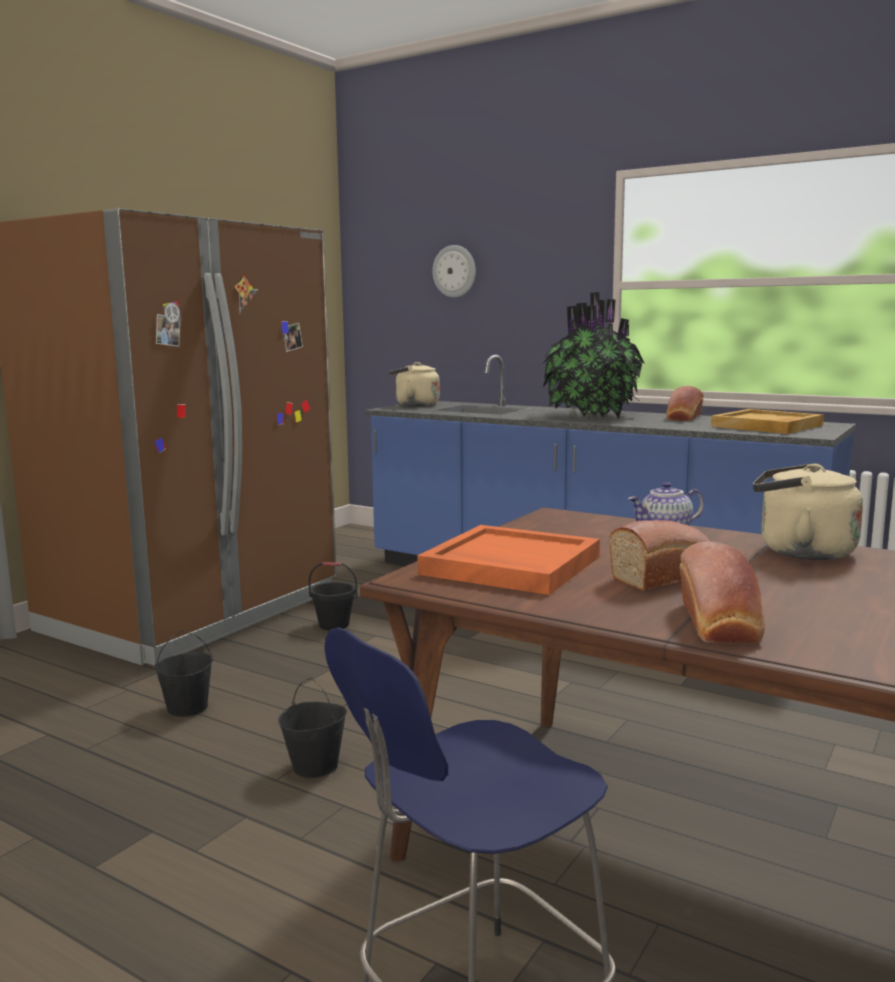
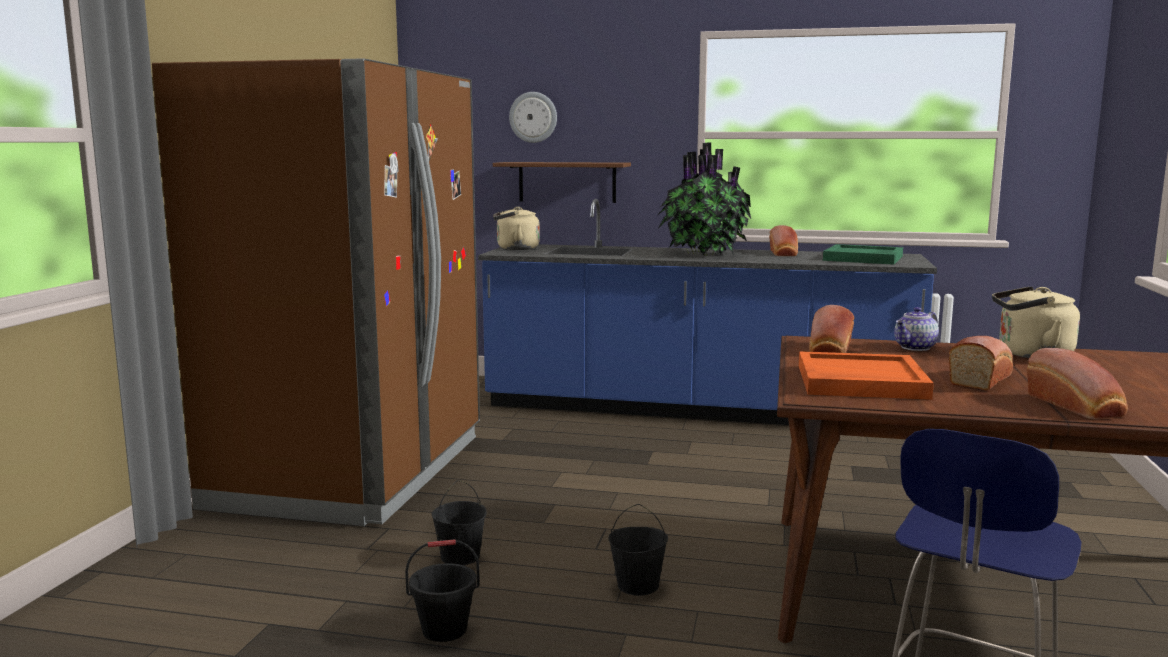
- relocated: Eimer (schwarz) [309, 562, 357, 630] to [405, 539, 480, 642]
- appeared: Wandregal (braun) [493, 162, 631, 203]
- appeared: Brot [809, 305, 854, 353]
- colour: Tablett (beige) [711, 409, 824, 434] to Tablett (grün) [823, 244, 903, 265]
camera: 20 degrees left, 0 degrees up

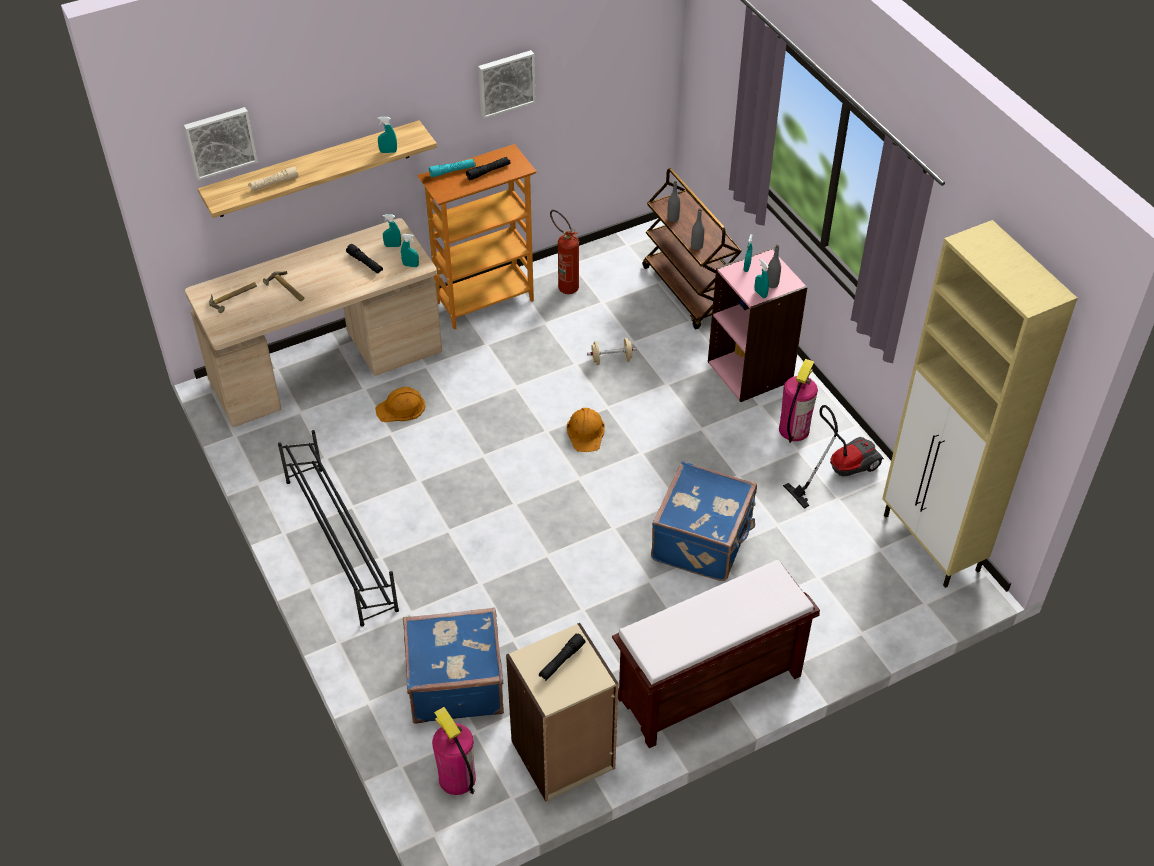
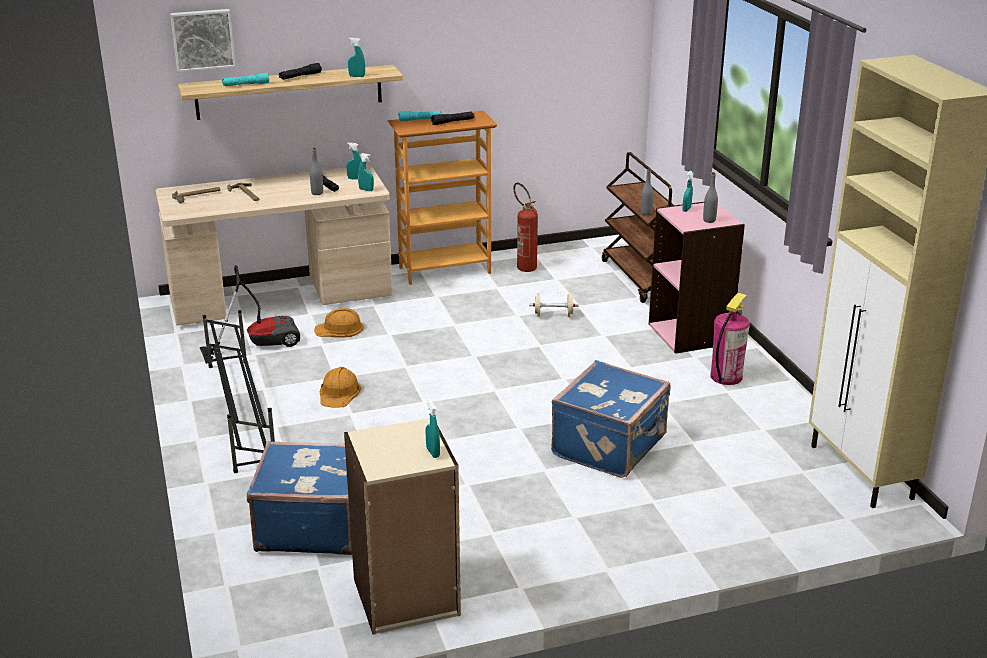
- relocated: Staubsauger [783, 405, 884, 509] to [200, 265, 300, 364]
- colour: Taschenlampe (beige) [248, 166, 299, 191] to Taschenlampe (türkis) [222, 73, 269, 86]
- relocated: Taschenlampe (schwarz) [539, 634, 585, 681] to [279, 63, 322, 80]
- relocated: Flasche (grau) [667, 181, 680, 222] to [310, 148, 323, 195]
- relocated: Schutzhelm (orange) [567, 408, 605, 452] to [320, 367, 361, 407]
- relocated: Sprühflasche (türkis) [755, 259, 769, 298] to [426, 398, 440, 458]
- missing: Feuerlöscher [432, 707, 476, 795]
- missing: Bild [478, 50, 536, 119]
- missing: Bank (braun) [612, 560, 820, 748]
camera: 10 degrees right, 20 degrees down

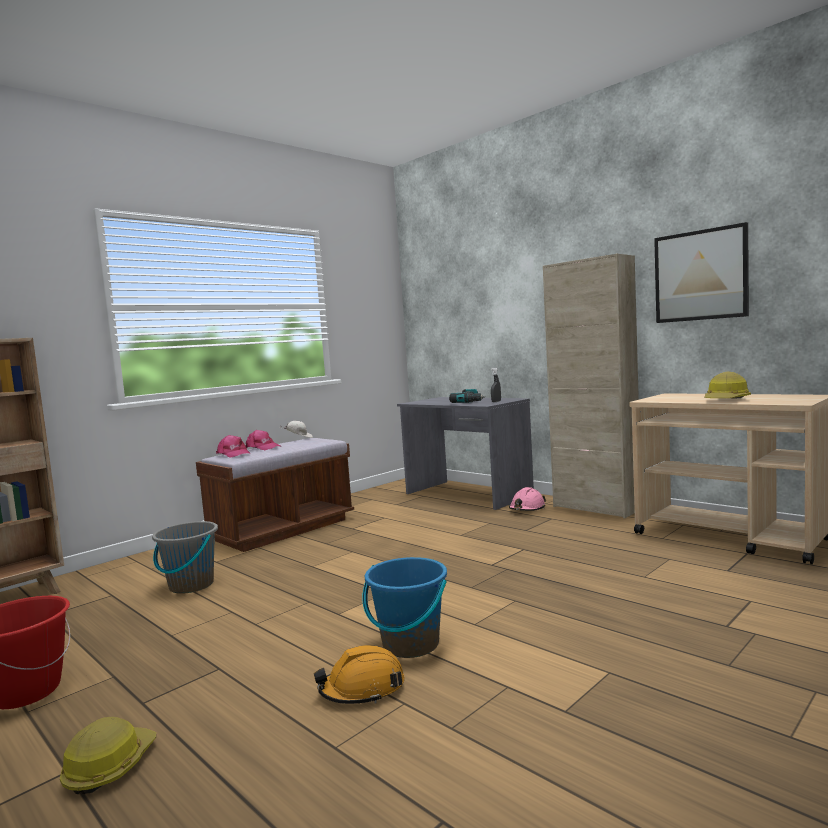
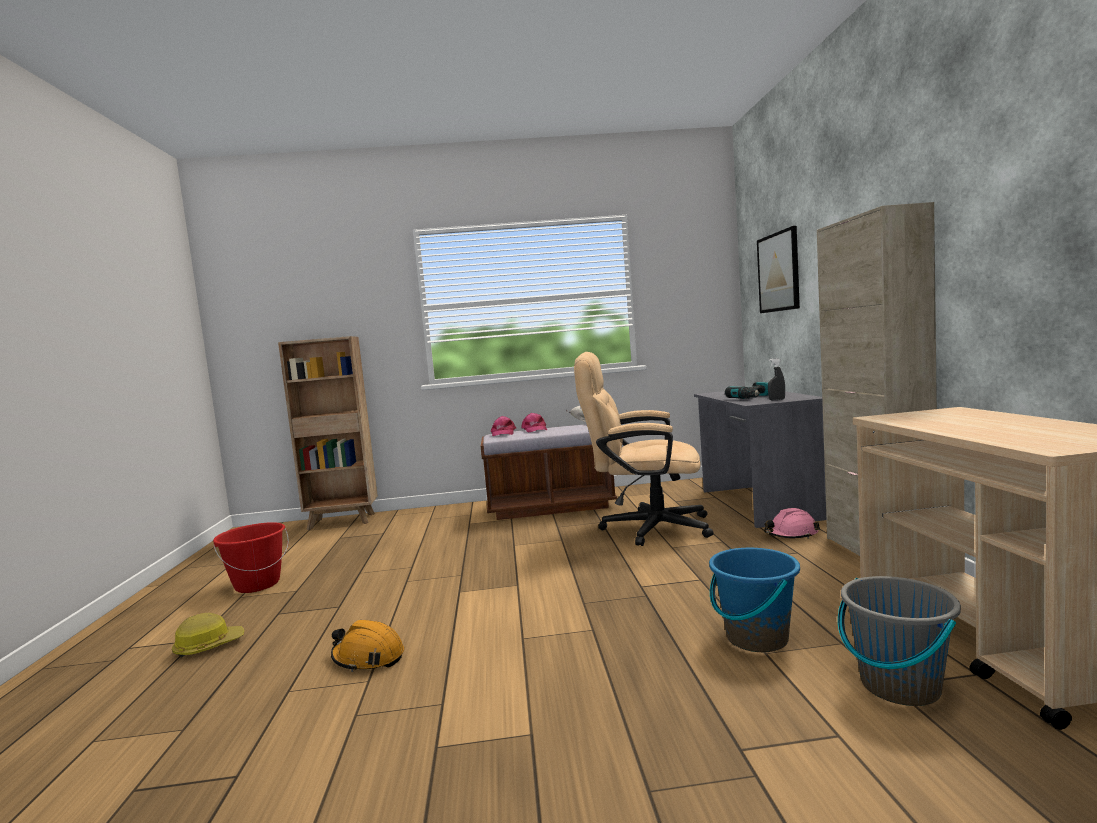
- appeared: Bürostuhl (beige) [574, 352, 714, 546]
- relocated: Eimer (blau) [362, 557, 447, 658] to [709, 548, 800, 652]
- relocated: Bild [654, 222, 749, 323] to [757, 226, 800, 313]
- relocated: Eimer (grau) [152, 521, 218, 594] to [838, 576, 961, 706]
- missing: Schutzhelm [704, 372, 751, 398]
camera: 40 degrees right, 0 degrees up

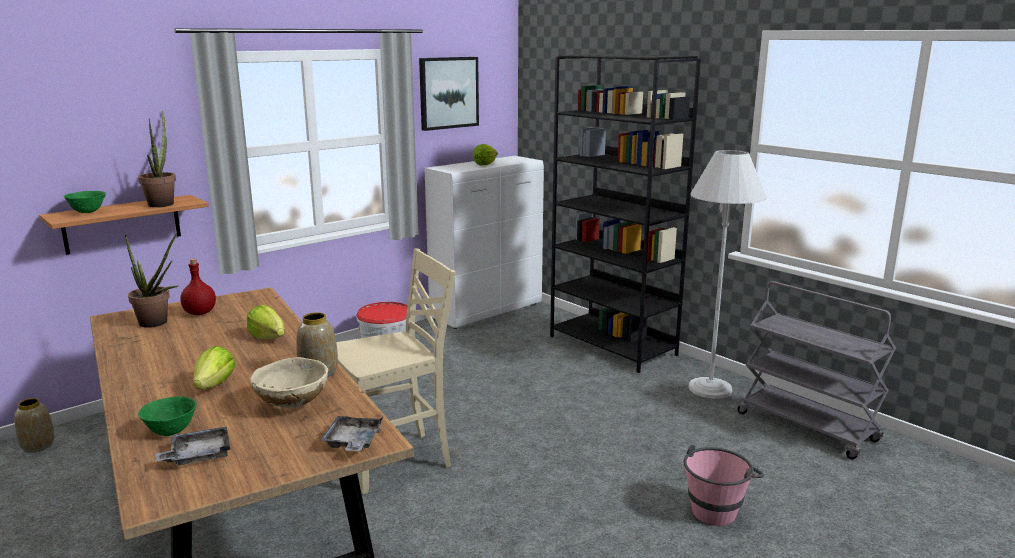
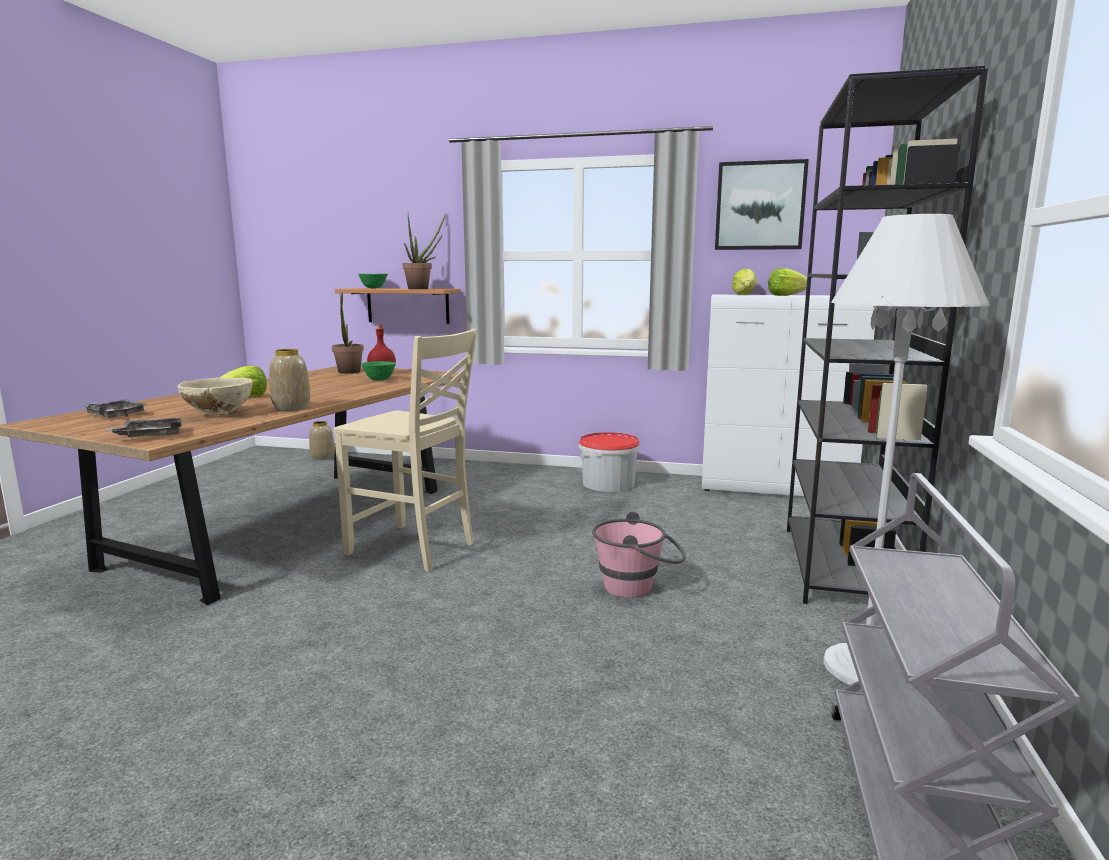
- relocated: Schüssel (grün) [138, 396, 197, 436] to [361, 361, 396, 381]
- relocated: Eimer (rosa) [684, 445, 764, 526] to [592, 511, 686, 598]
- relocated: Salatkopf [247, 305, 285, 340] to [732, 268, 757, 295]
camera: 55 degrees right, 5 degrees down

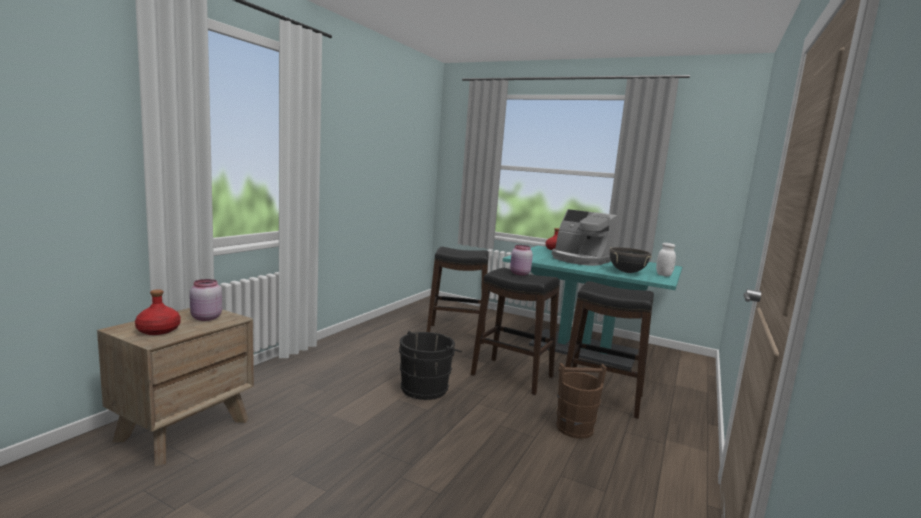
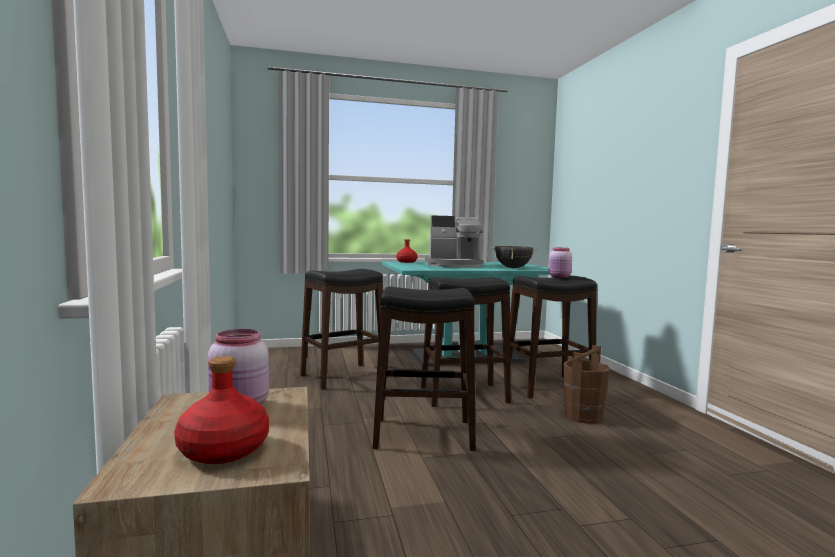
- exchanged: Eimer (schwarz) [399, 331, 462, 400] to Hocker (schwarz) [373, 286, 476, 451]
- relocated: Vorratsglas (rosa) [510, 245, 533, 275] to [549, 247, 572, 278]
- missing: Vorratsglas (weiß) [656, 243, 676, 277]
camera: 40 degrees left, 5 degrees down

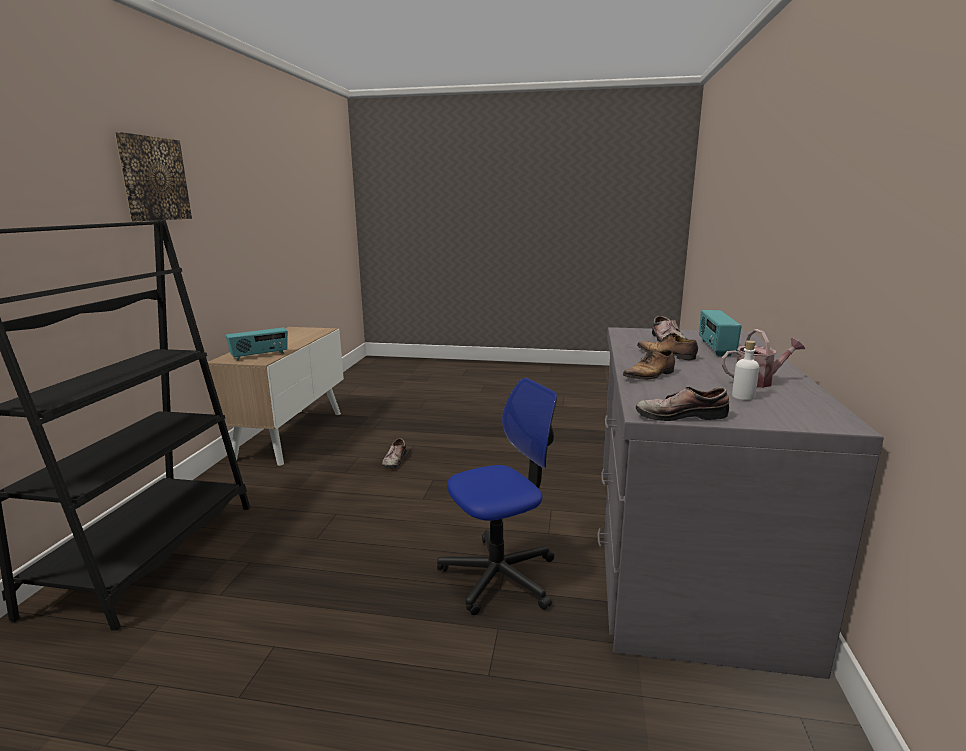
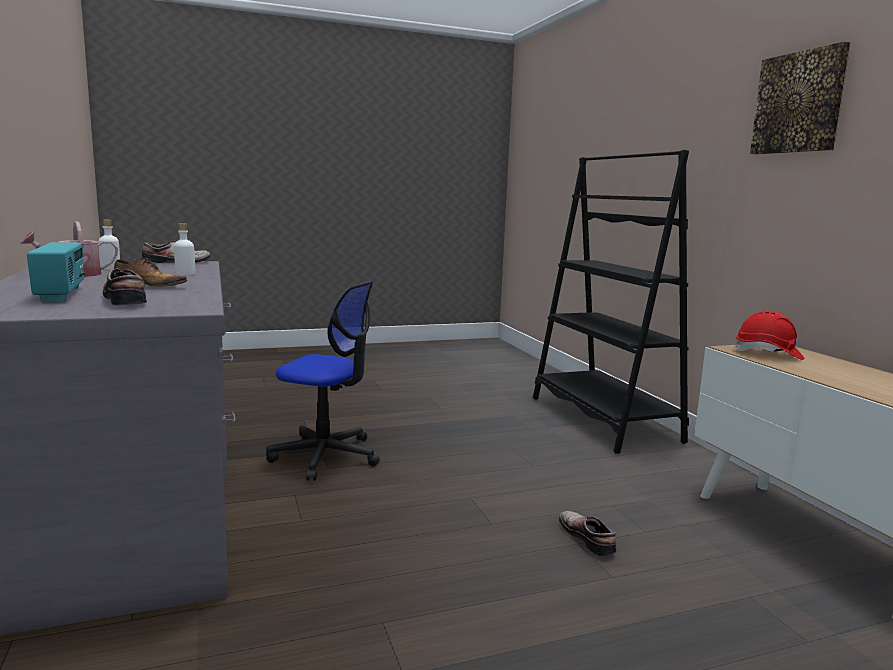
- exchanged: Schuh [622, 349, 675, 380] to Flasche (weiß) [174, 224, 196, 275]
- spun: Bürostuhl [437, 378, 557, 615] = [266, 281, 380, 481] 105 degrees counterclockwise
- exchanged: Radio [226, 328, 288, 361] to Schutzhelm (rot) [734, 311, 804, 360]
camera: 150 degrees right, 5 degrees down

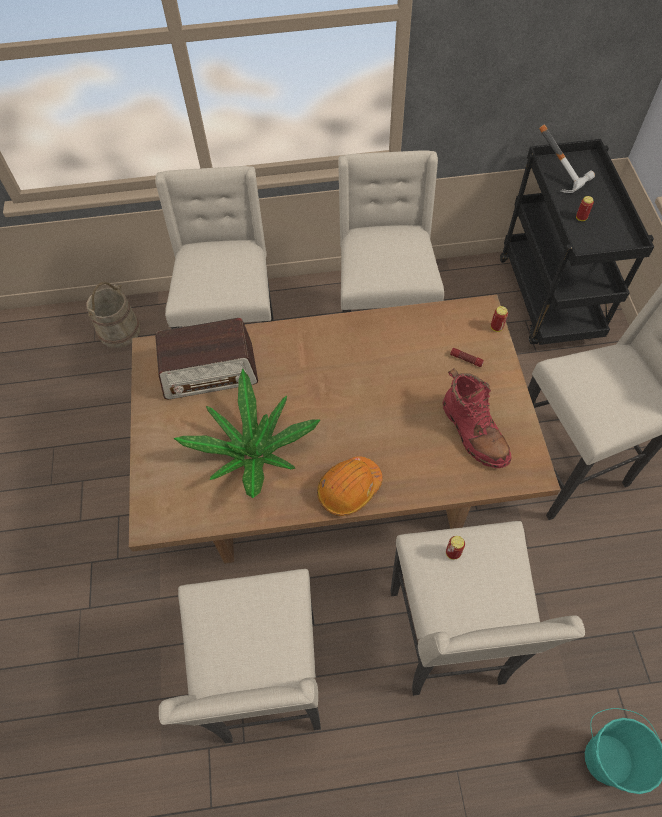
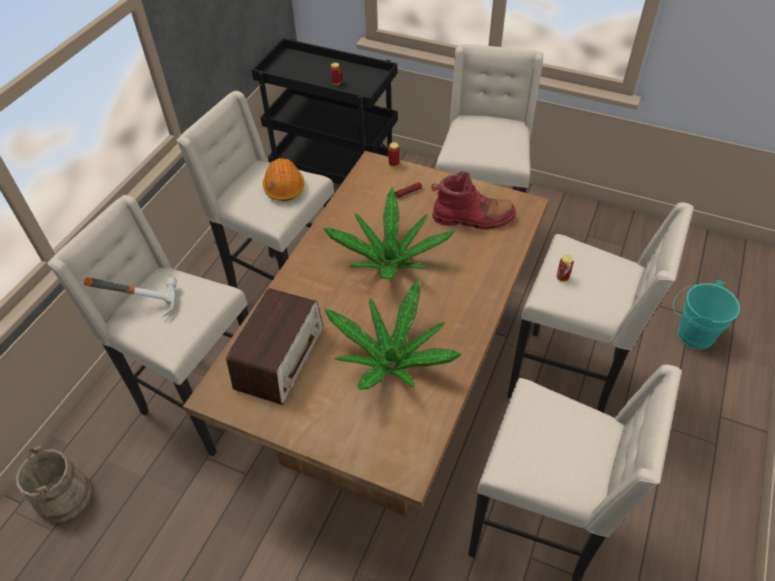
- relocated: Hammer [539, 124, 595, 193] to [84, 277, 177, 318]
- relocated: Schutzhelm (orange) [317, 456, 383, 516] to [263, 158, 304, 201]
- appeared: Topfpflanze [324, 188, 455, 279]
camera: 60 degrees left, 10 degrees down

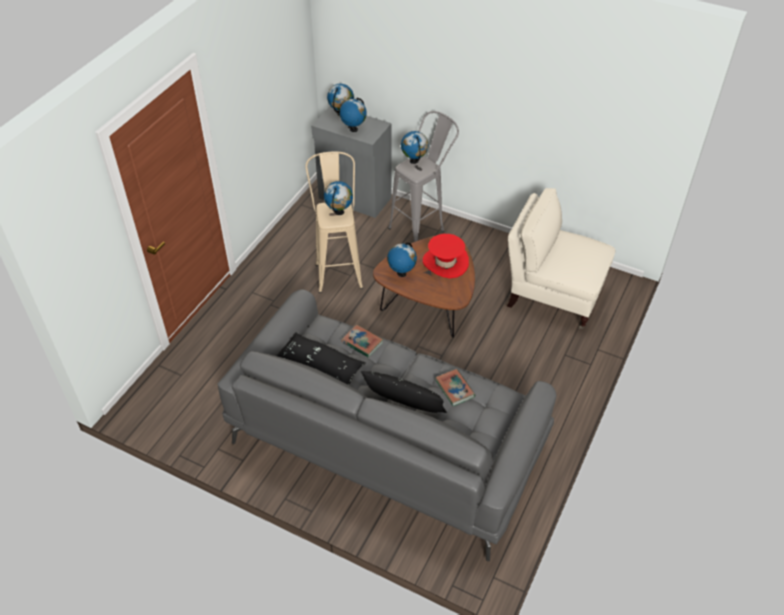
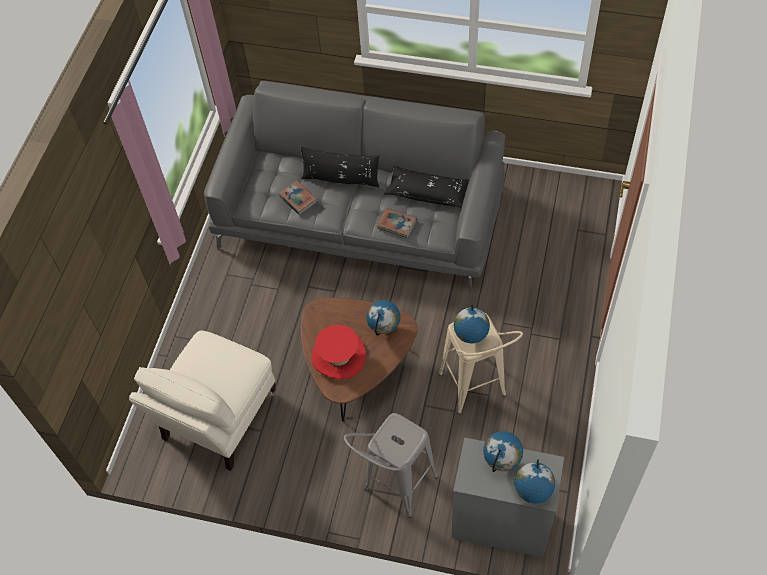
- spun: Sessel (beige) [507, 188, 615, 329] = [129, 331, 276, 471] 105 degrees clockwise
- missing: Globus [401, 131, 428, 164]
camera: 170 degrees right, 10 degrees up

